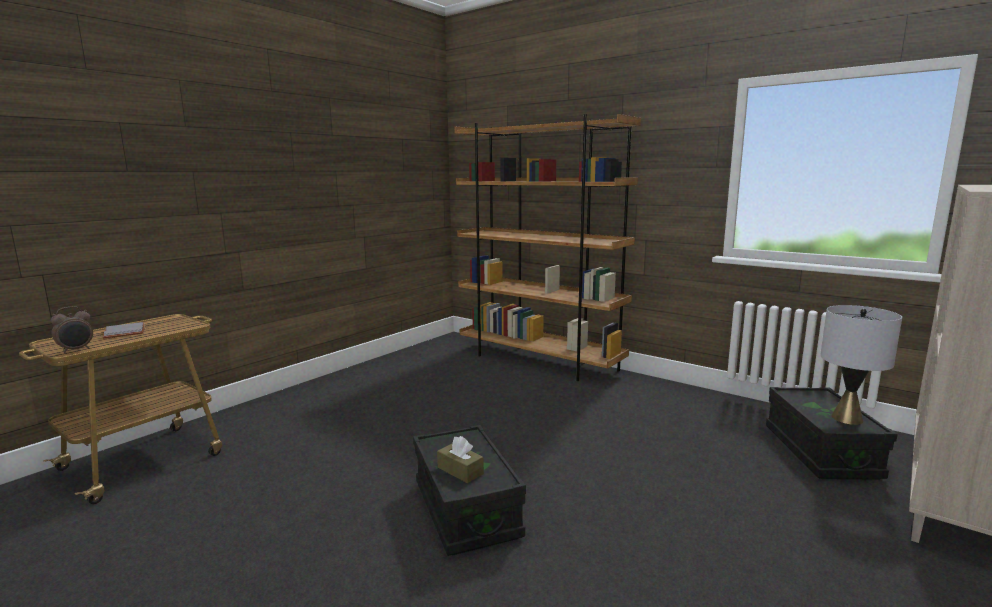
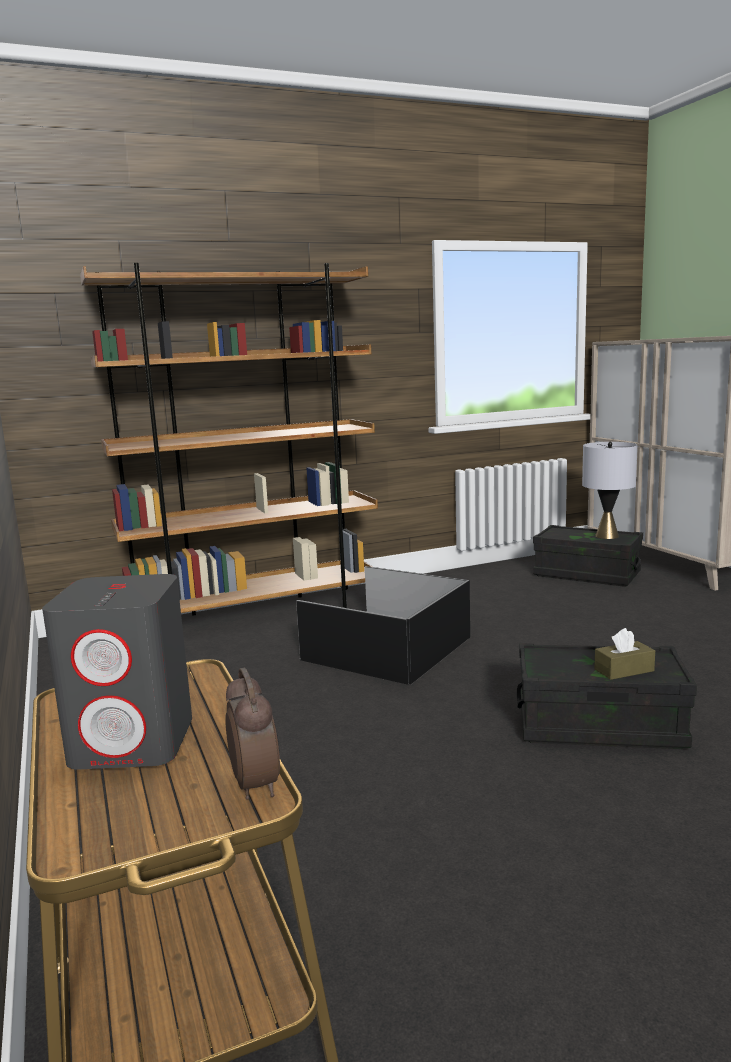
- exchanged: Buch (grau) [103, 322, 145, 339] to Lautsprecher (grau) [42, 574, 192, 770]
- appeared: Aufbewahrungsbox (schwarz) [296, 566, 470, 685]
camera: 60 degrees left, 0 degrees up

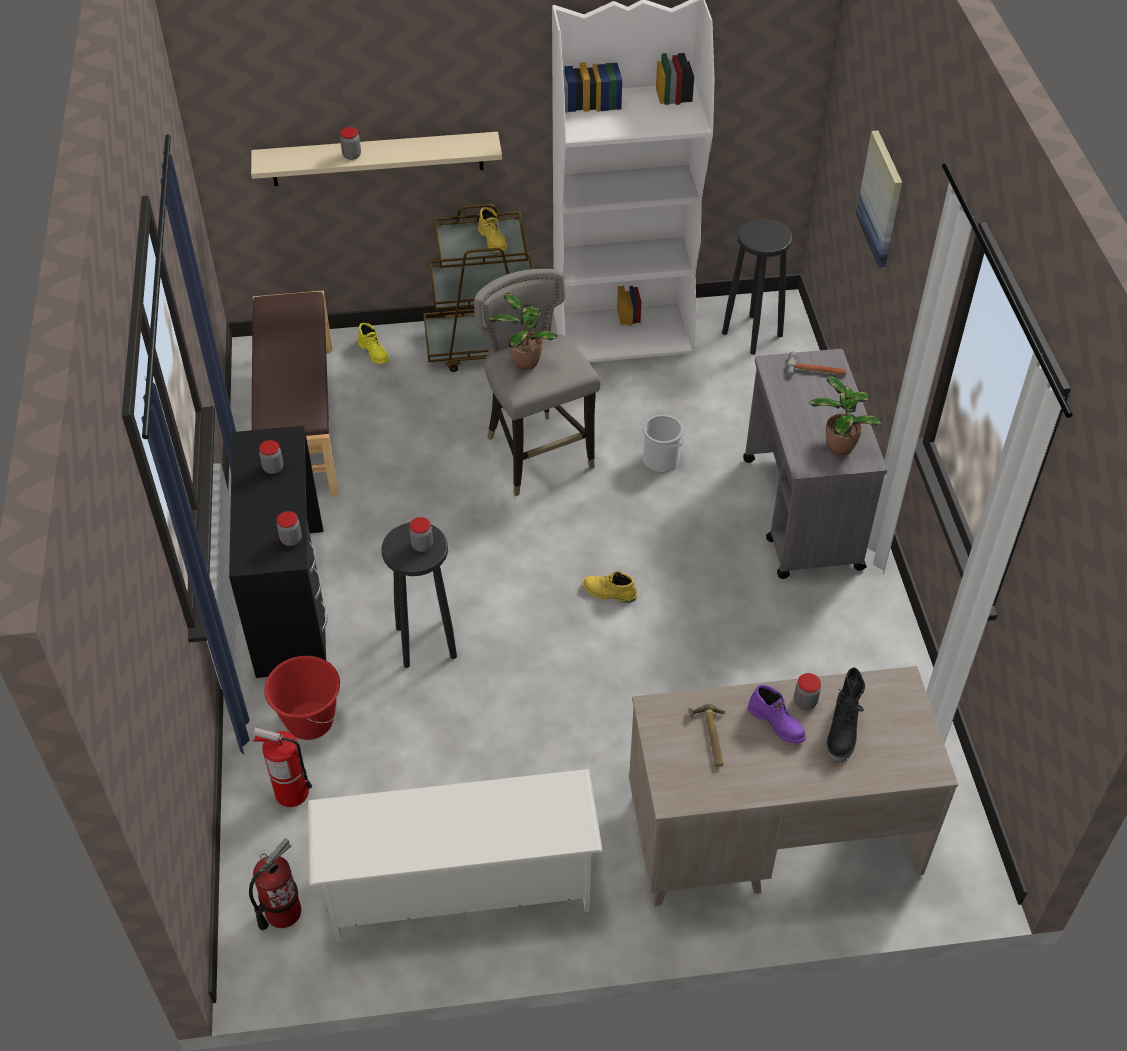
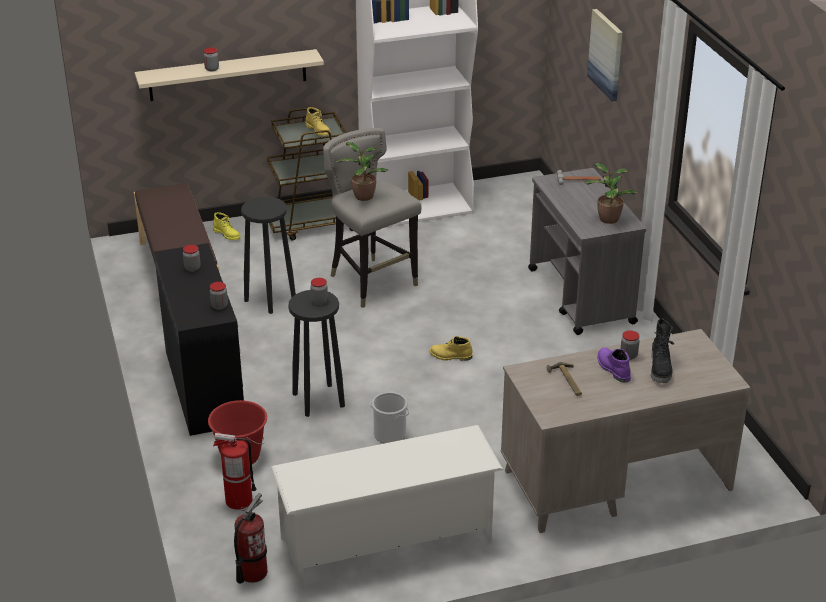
- relocated: Hocker (schwarz) [722, 219, 792, 355] to [241, 197, 296, 314]
- relocated: Eimer [642, 415, 684, 473] to [370, 392, 409, 443]
- spun: Stiefel (lila) [748, 685, 806, 744] = [597, 347, 631, 382] 150 degrees counterclockwise
camera: 10 degrees left, 15 degrees down

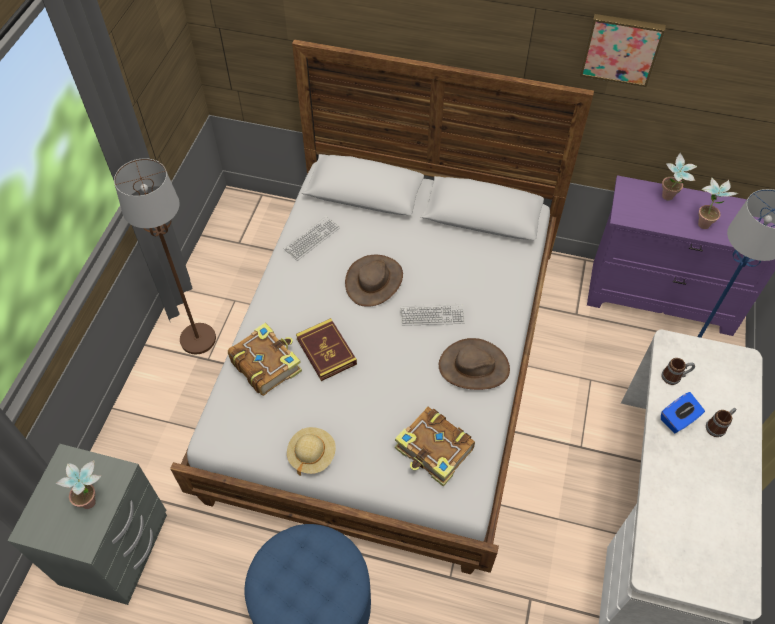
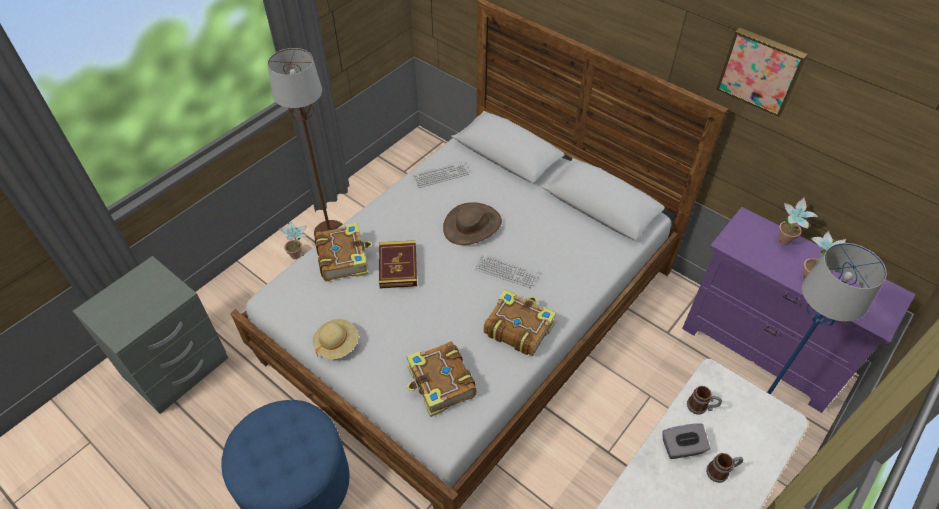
- relocated: Topfpflanze [56, 460, 101, 509] to [279, 222, 307, 259]
- exchanged: Hut (braun) [439, 338, 510, 390] to Buch [484, 289, 556, 356]
- colour: Taschentuchbox (blau) [661, 392, 705, 433] to Taschentuchbox (grau) [662, 423, 710, 459]
camera: 25 degrees right, 5 degrees down

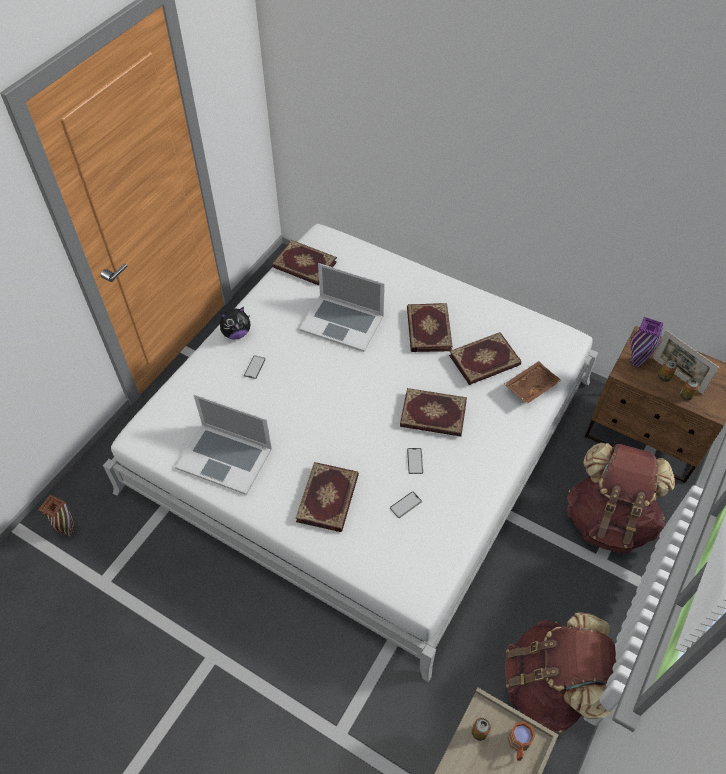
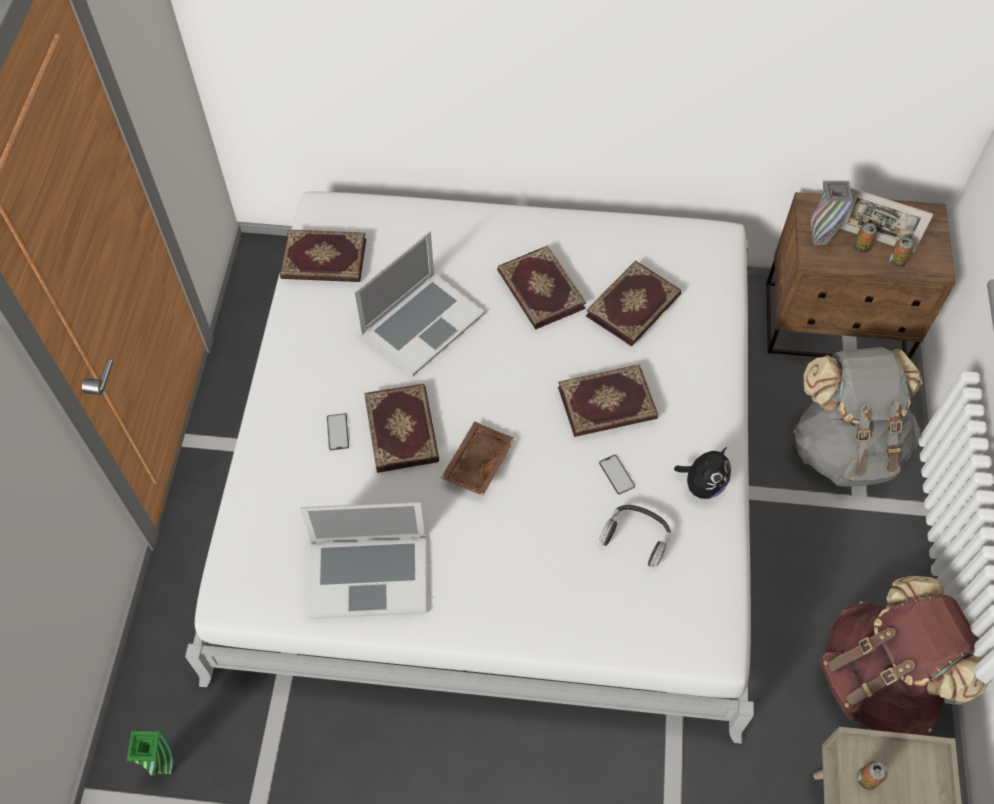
- colour: Vase (braun) [38, 495, 75, 537] to Vase (grün) [126, 731, 173, 777]
- spun: Laptop [299, 263, 385, 352] = [354, 231, 485, 376] 45 degrees counterclockwise
- relocated: Buch [296, 462, 359, 532] to [364, 384, 439, 473]
- relocated: Tablett (braun) [504, 361, 561, 404] to [441, 421, 515, 496]
- exchanged: Handy [390, 491, 422, 518] to Kopfhörer [599, 505, 671, 567]
- relocated: Plüschtier [220, 307, 250, 339] to [674, 447, 731, 499]
- colour: Rucksack (braun) [567, 443, 675, 553] to Rucksack (grau) [793, 347, 923, 486]
- colour: Vase (lila) [630, 317, 663, 367] to Vase (grau) [811, 181, 853, 245]
- missing: Henkelbecher (braun) [508, 721, 535, 761]
camera: 25 degrees left, 5 degrees up

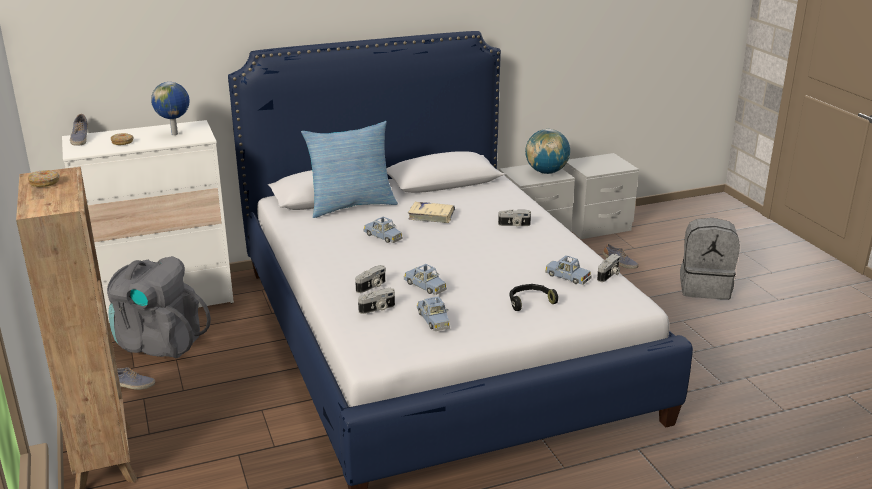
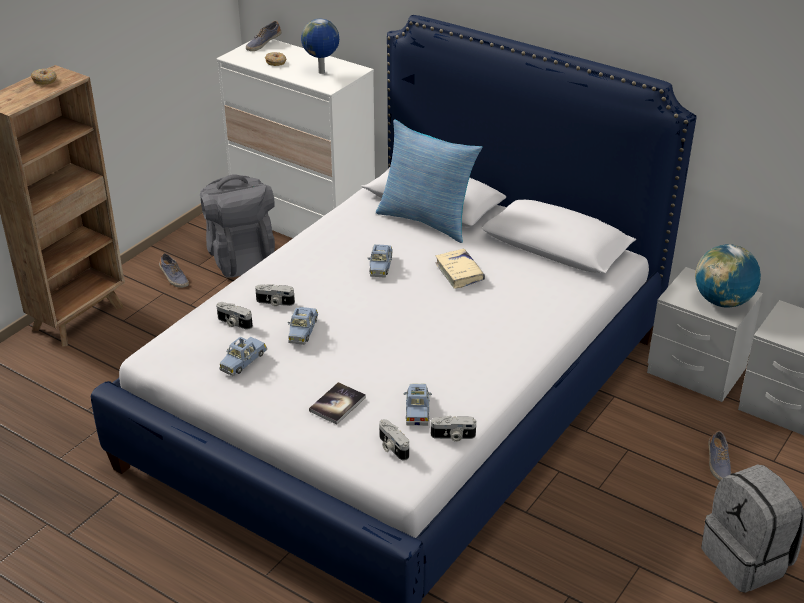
- exchanged: Kopfhörer (schwarz) [510, 284, 558, 311] to Buch [309, 382, 366, 425]
- relocated: Kamera [498, 210, 531, 226] to [379, 419, 409, 461]
camera: 55 degrees right, 10 degrees up

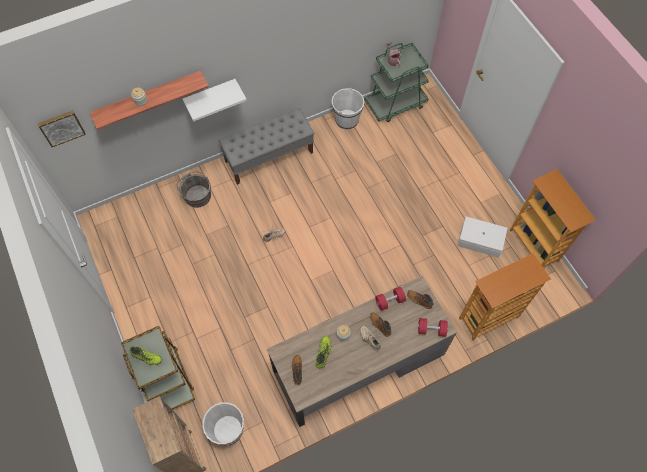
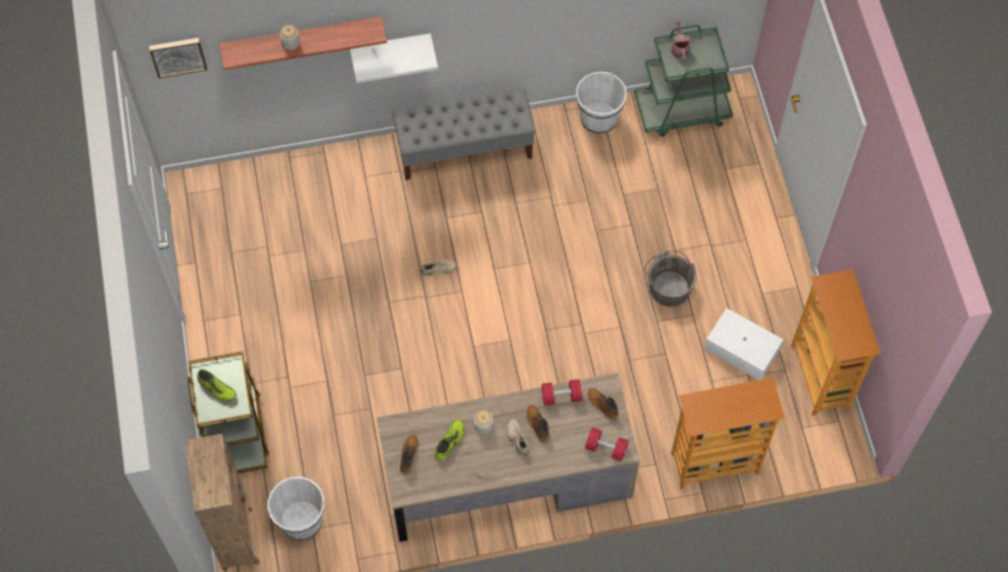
- relocated: Eimer (grau) [177, 172, 211, 208] to [645, 251, 696, 306]
camera: 15 degrees right, 0 degrees up

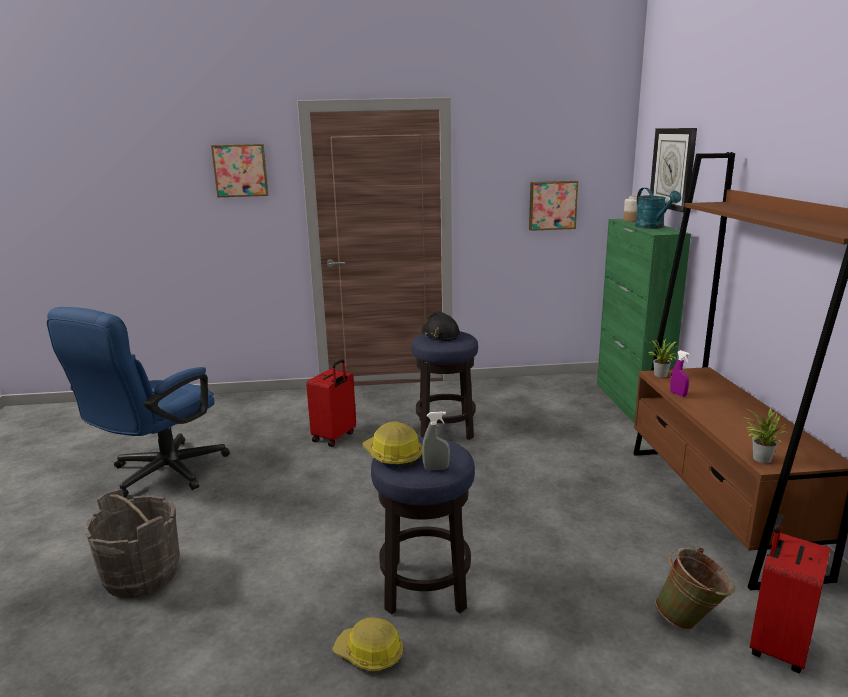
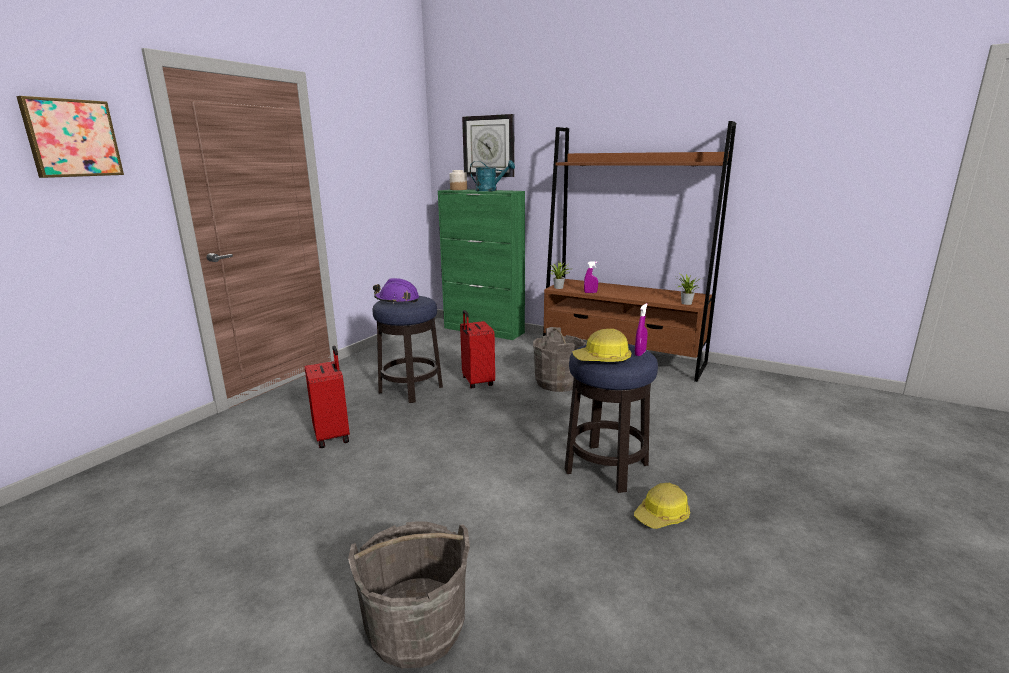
- colour: Schutzhelm (schwarz) [422, 311, 460, 341] to Schutzhelm (lila) [373, 278, 419, 304]
- relocated: Koffer (rot) [750, 514, 830, 673] to [460, 310, 495, 388]
- appeared: Eimer (grau) [533, 327, 586, 392]
- colour: Sprühflasche (grau) [422, 411, 450, 470] to Sprühflasche (lila) [635, 303, 648, 356]
- missing: Bürostuhl (blau) [47, 307, 230, 498]
- missing: Bild [529, 181, 578, 231]
- missing: Eimer (grün) [656, 547, 735, 630]
camera: 55 degrees left, 0 degrees up

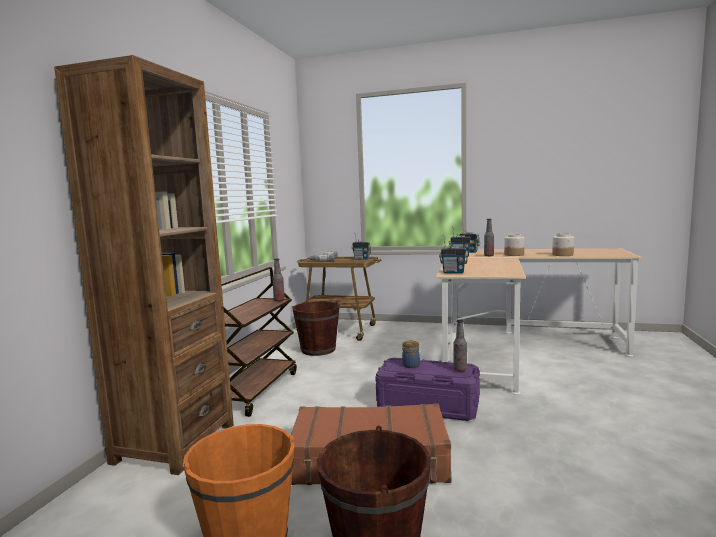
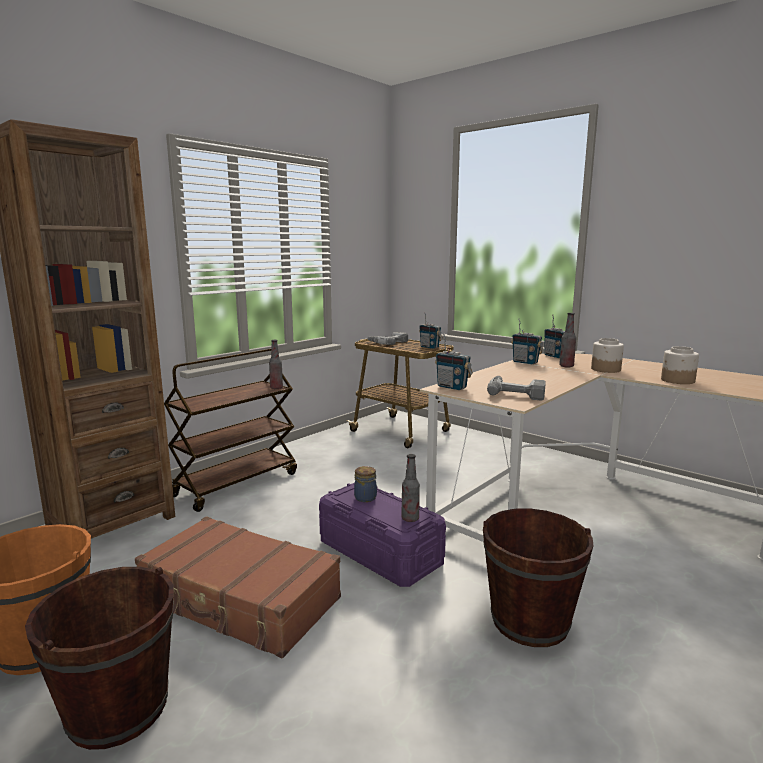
- relocated: Eimer (braun) [292, 301, 340, 356] to [483, 509, 594, 647]
- appeared: Bohrmaschine [487, 376, 546, 401]
camera: 25 degrees right, 5 degrees up

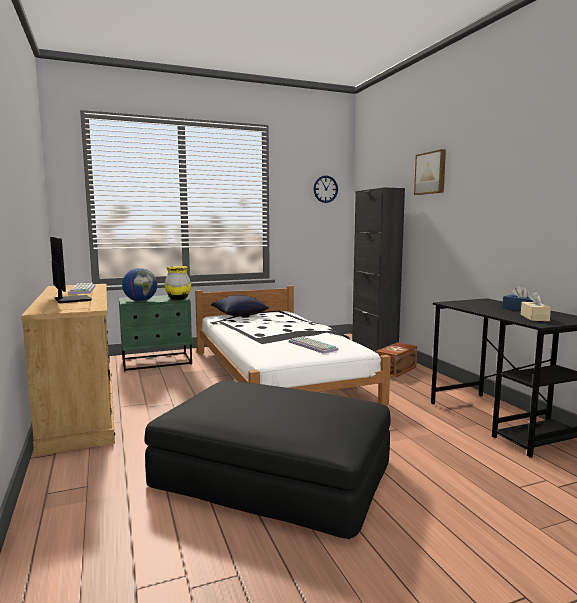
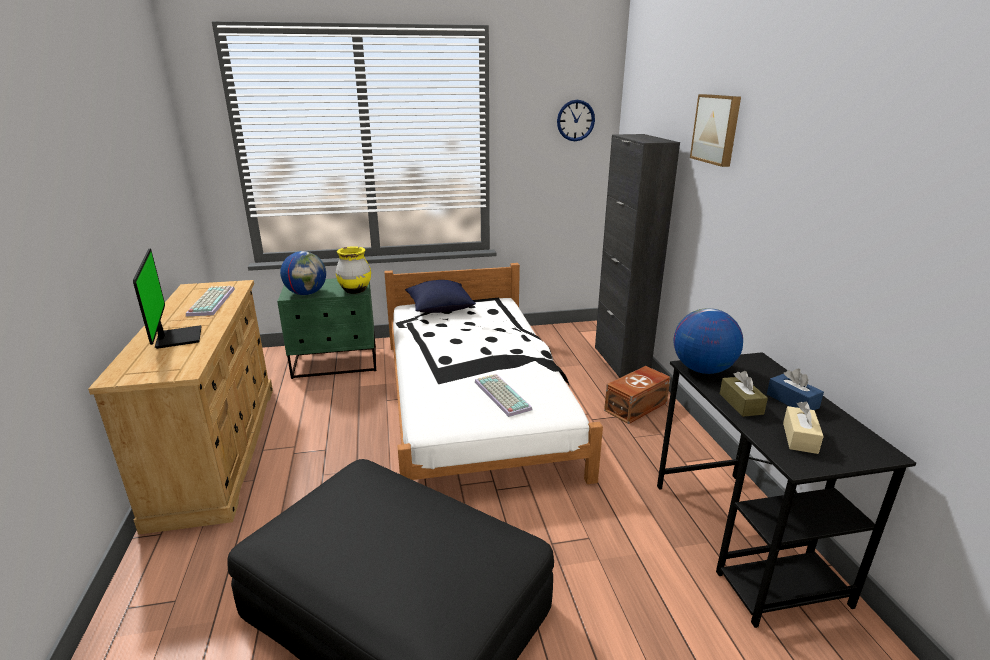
- appeared: Globus [673, 308, 743, 374]
- appeared: Taschentuchbox (braun) [720, 371, 768, 417]
camera: 10 degrees right, 15 degrees up

